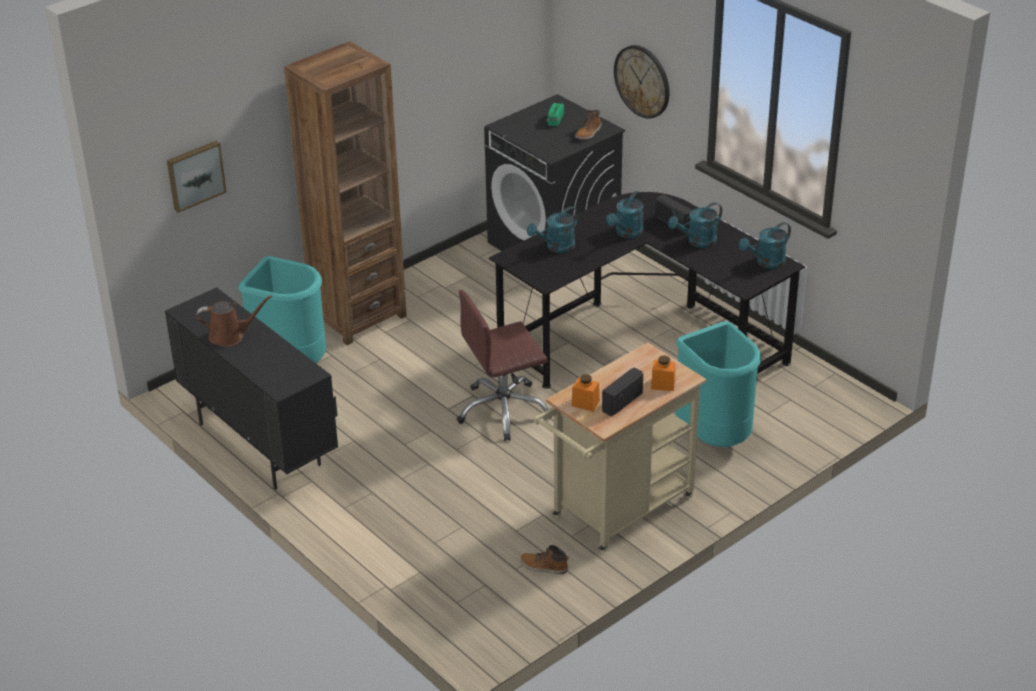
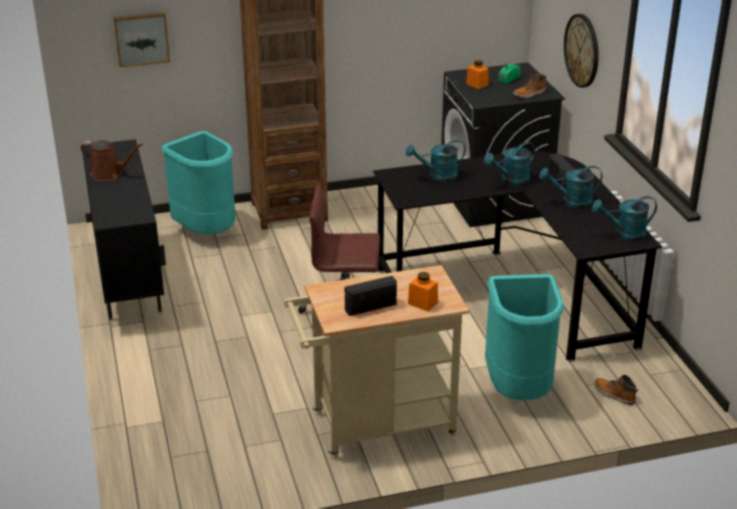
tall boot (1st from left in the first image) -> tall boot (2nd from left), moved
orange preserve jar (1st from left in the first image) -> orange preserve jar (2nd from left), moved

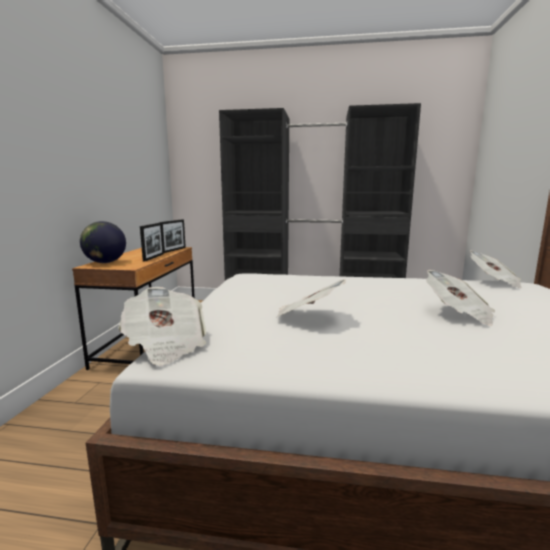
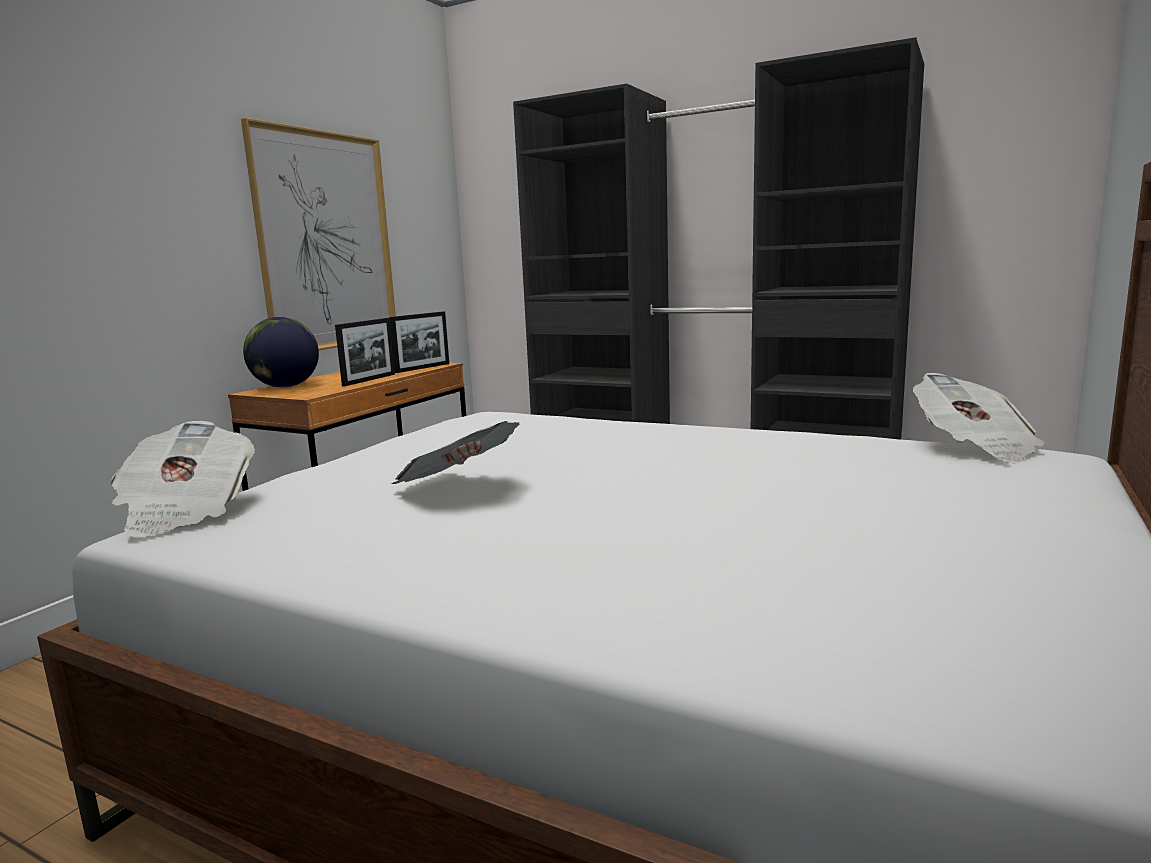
daily paper (3rd from left) -> none
none -> picture

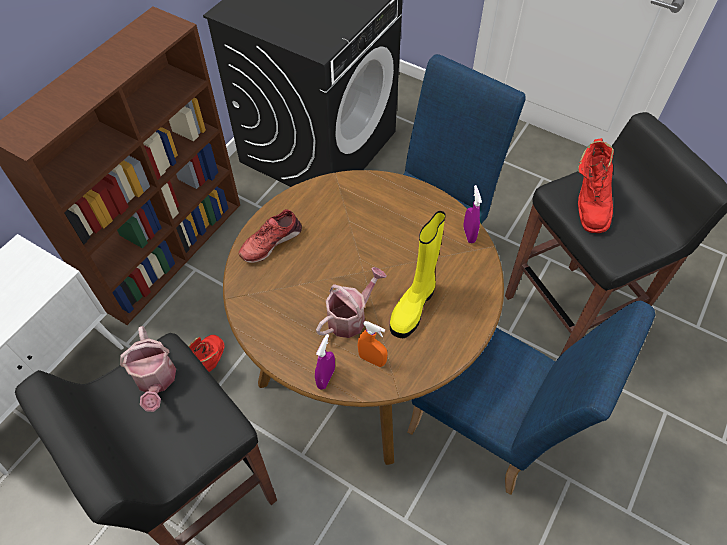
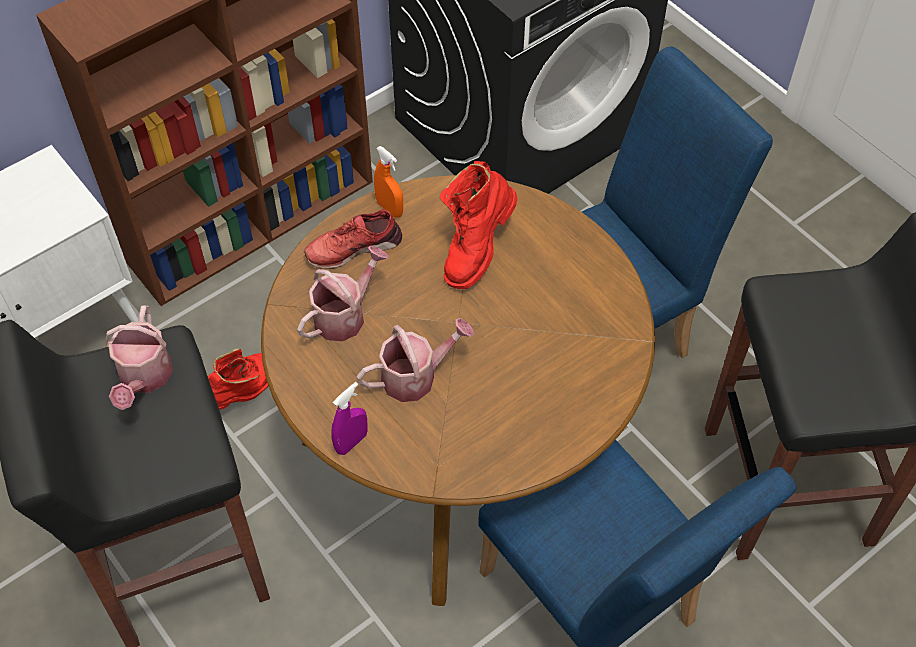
yellow tall boot -> none
purple hand sprayer (2nd from left) -> none
none -> watering pot (2nd from left)
orange hand sprayer, moved
red-coloured tall boot (2nd from left), moved

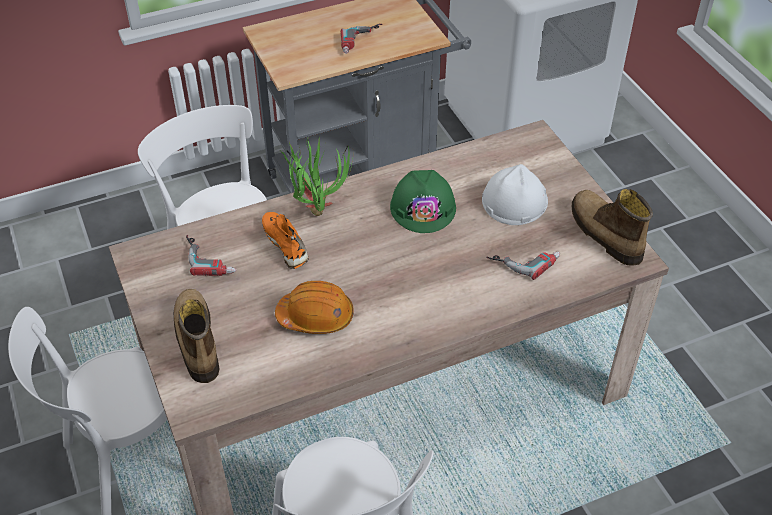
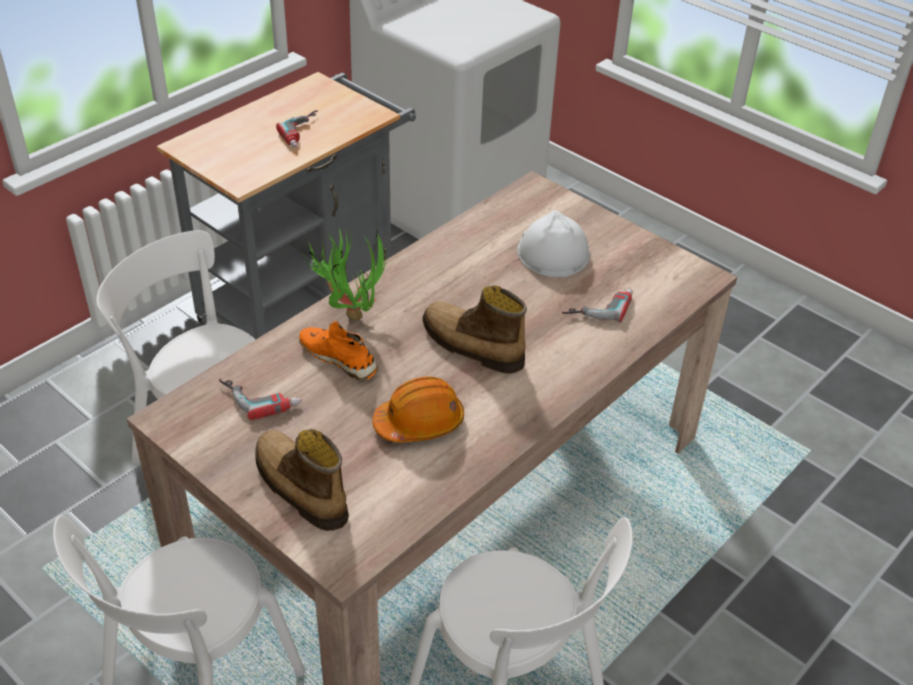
greenish safety helmet -> none
tall boot (2nd from left), moved

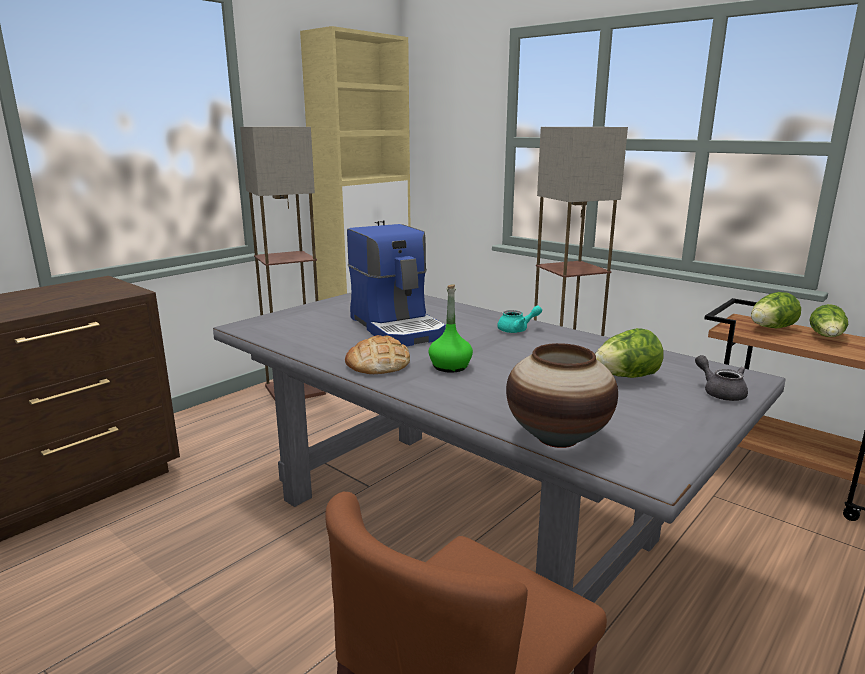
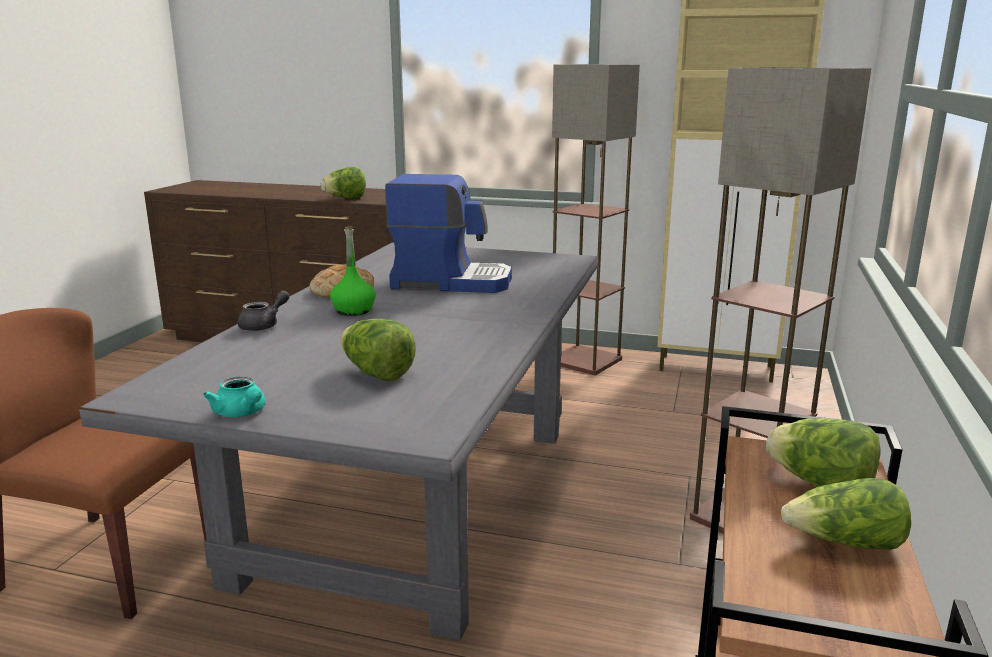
decorative vase -> none
none -> lettuce head (1st from left)
turquoise teapot, moved
greyish teapot, moved
coffee brewer, 120 degrees counterclockwise

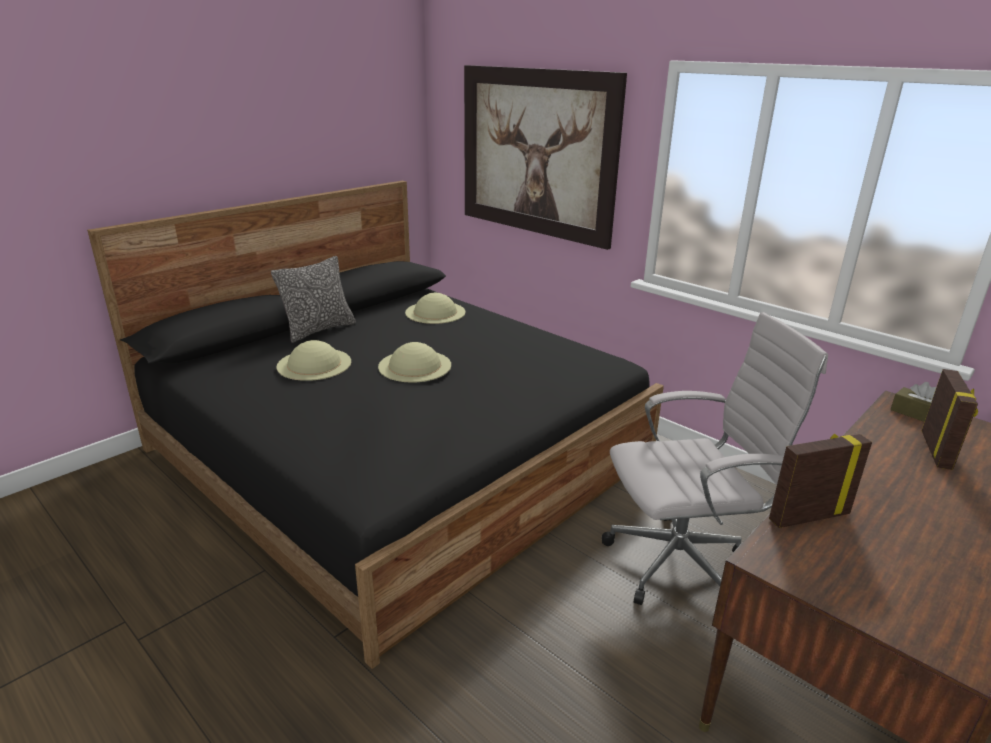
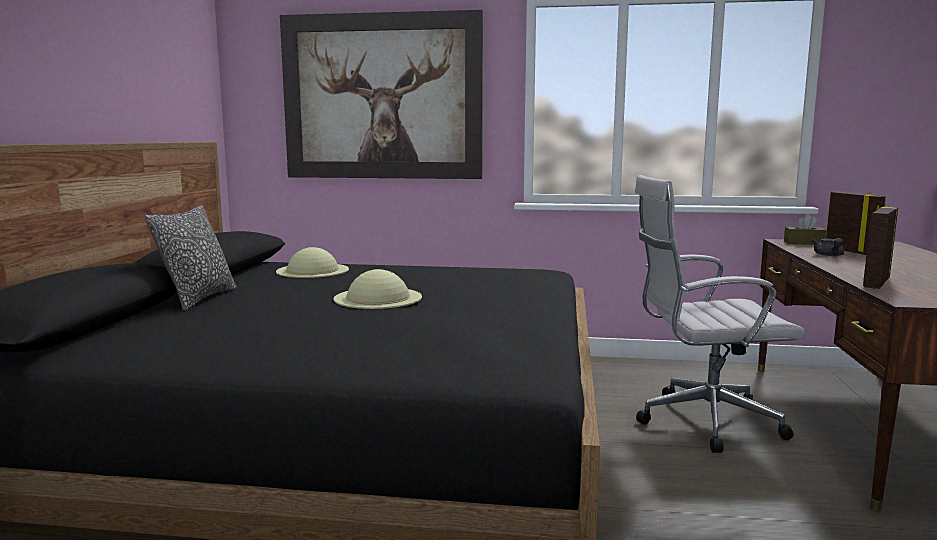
beige-coloured clothing hat (1st from left) -> none
none -> greyish teapot
white-coloured office chair, 135 degrees counterclockwise

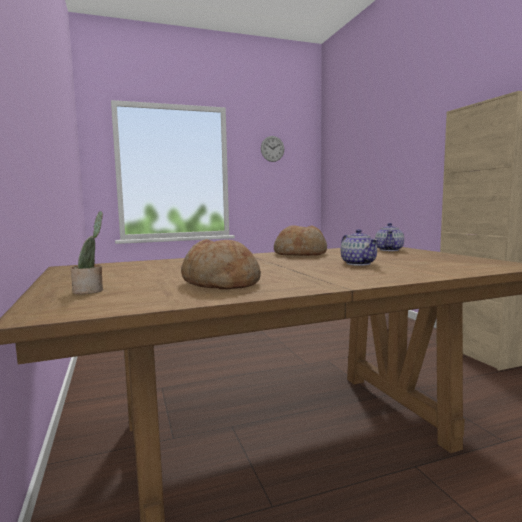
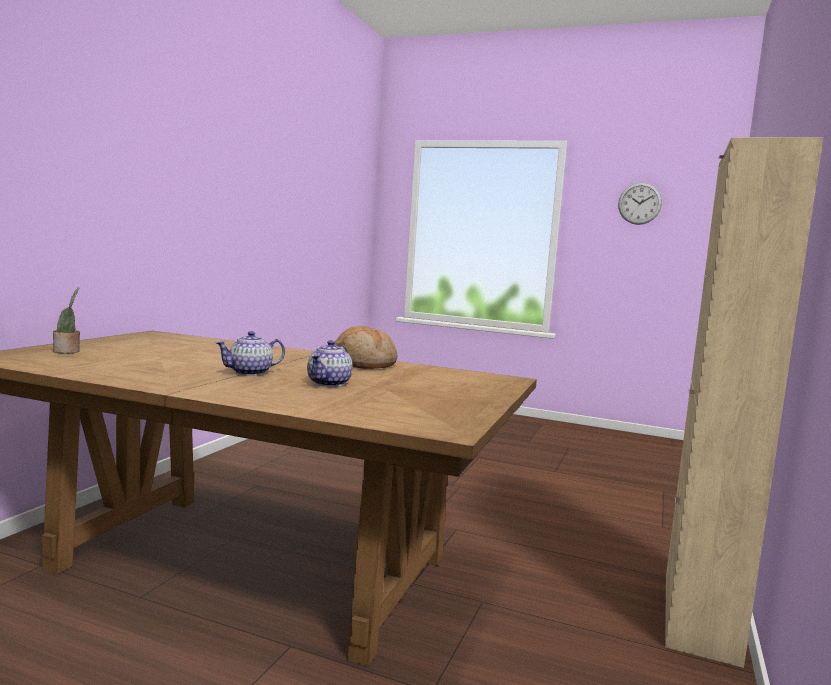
bread (1st from left) -> none
teapot (2nd from left in the first image) -> teapot (1st from left), moved

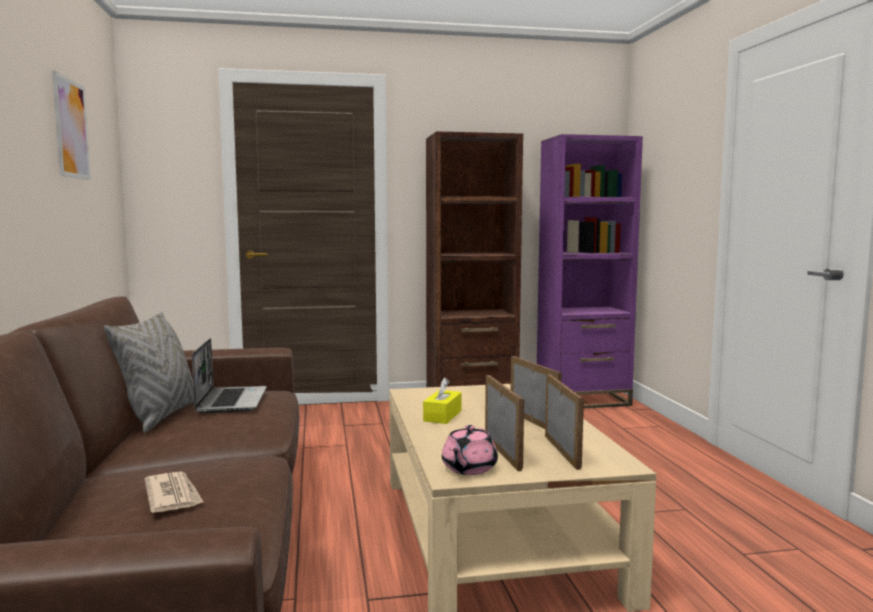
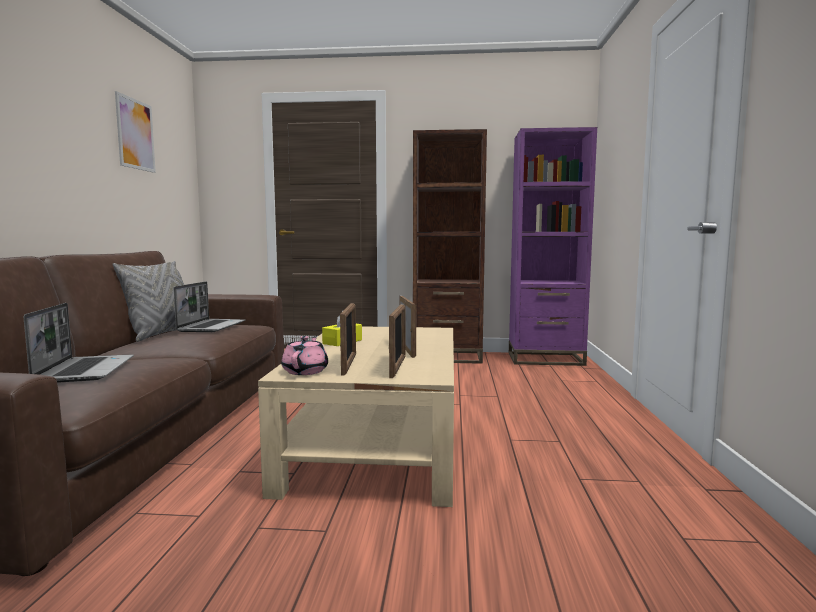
daily paper -> laptop (1st from left)
pink-coloured teapot, 150 degrees clockwise

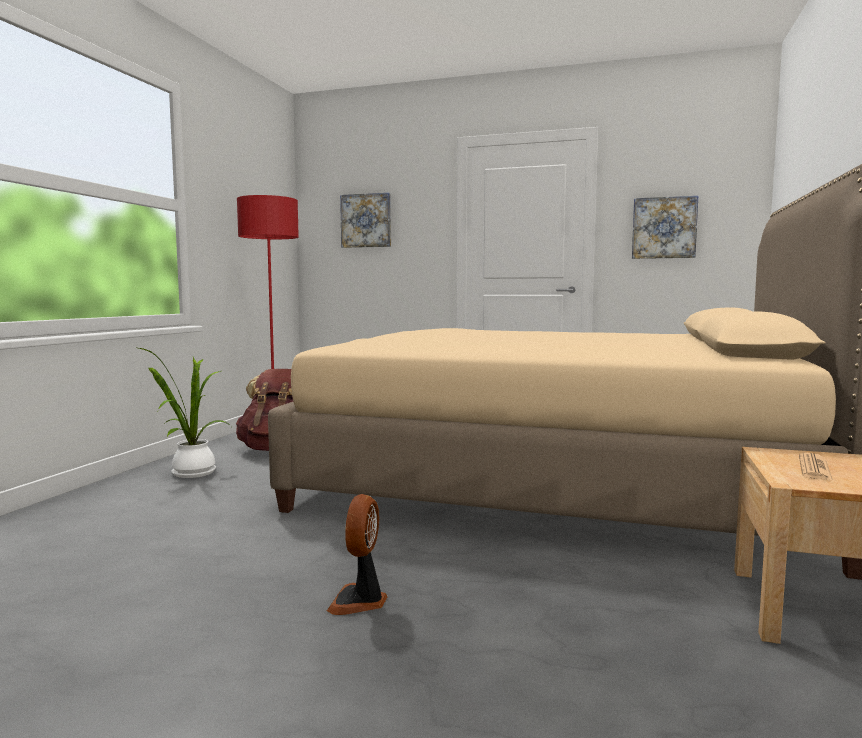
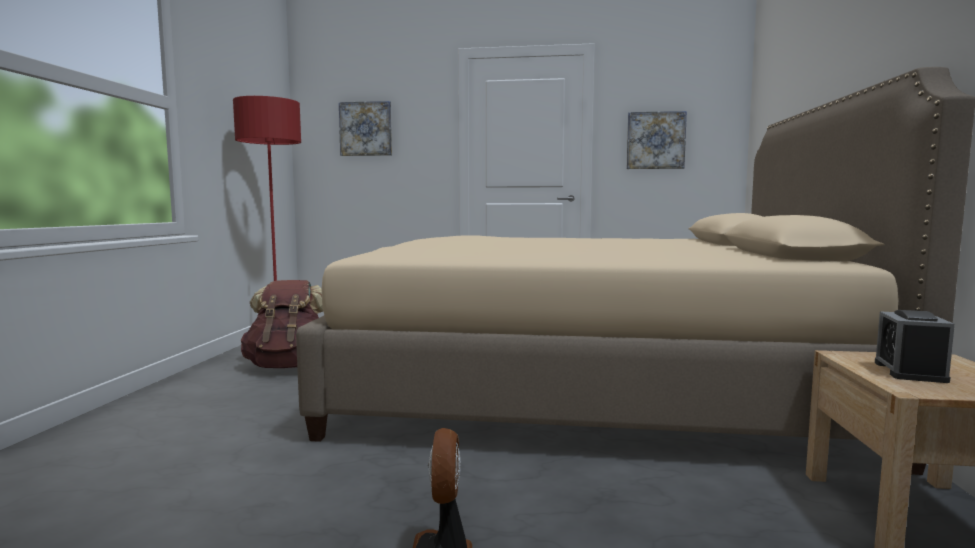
houseplant -> none
daily paper -> table clock

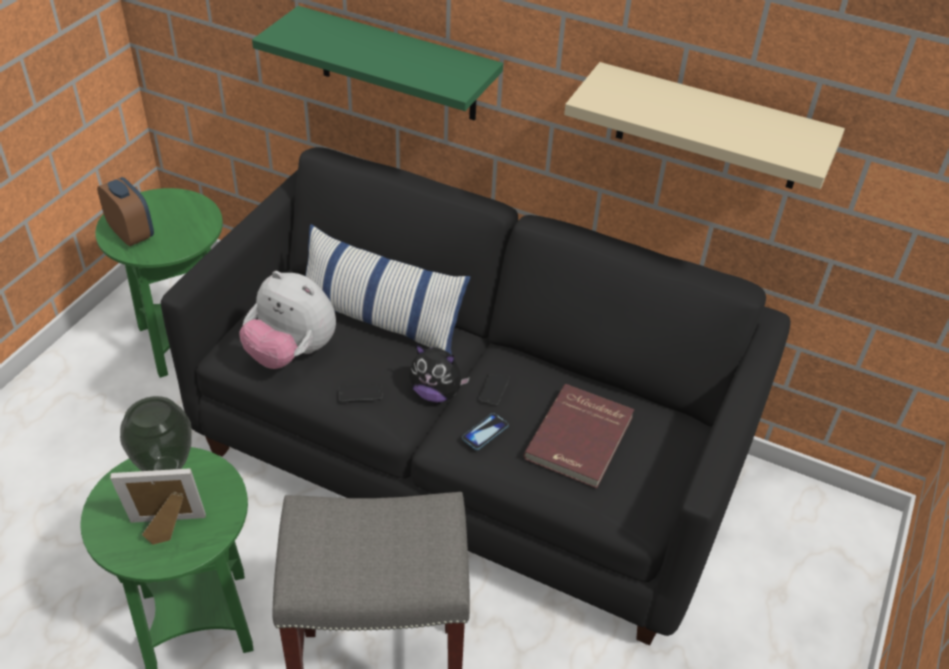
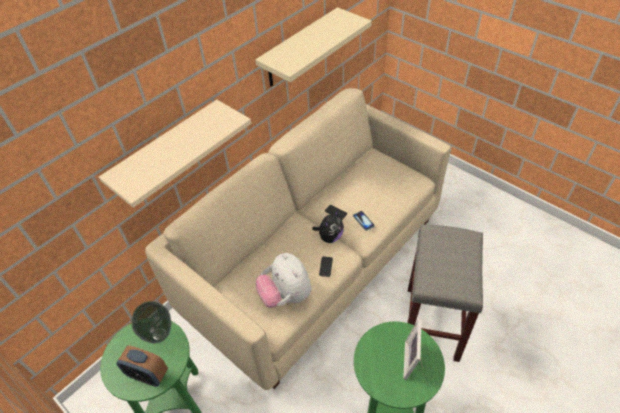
throw pillow -> none
red-coloured book -> none
decorative vase, moved
black-coloured settee -> beige-coloured settee
greenish shelf -> beige-coloured shelf (1st from left)
table clock, 135 degrees counterclockwise
soft toy (1st from left), 105 degrees clockwise

